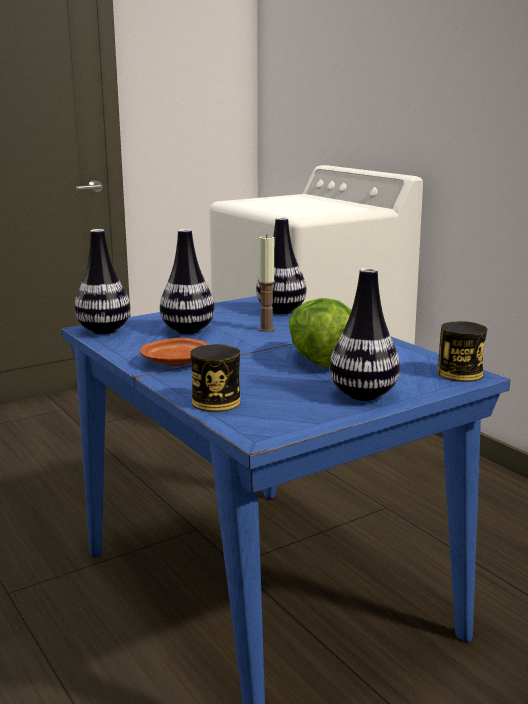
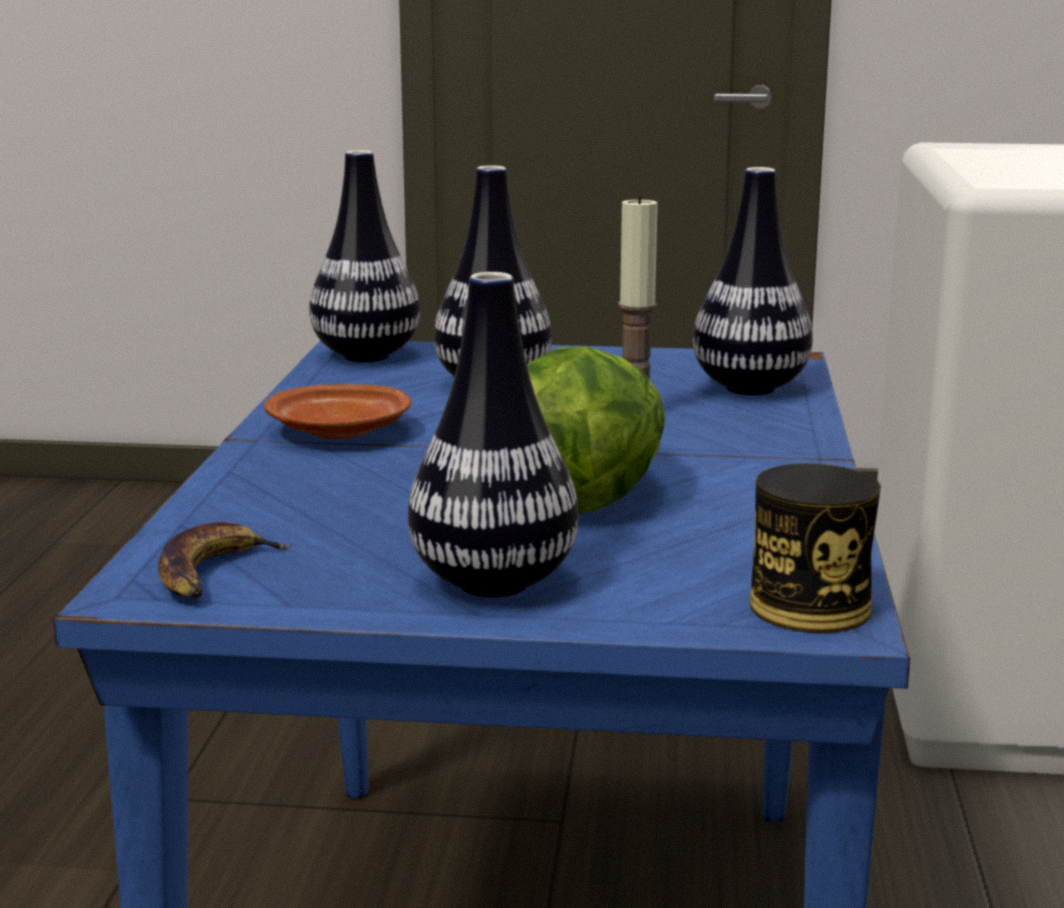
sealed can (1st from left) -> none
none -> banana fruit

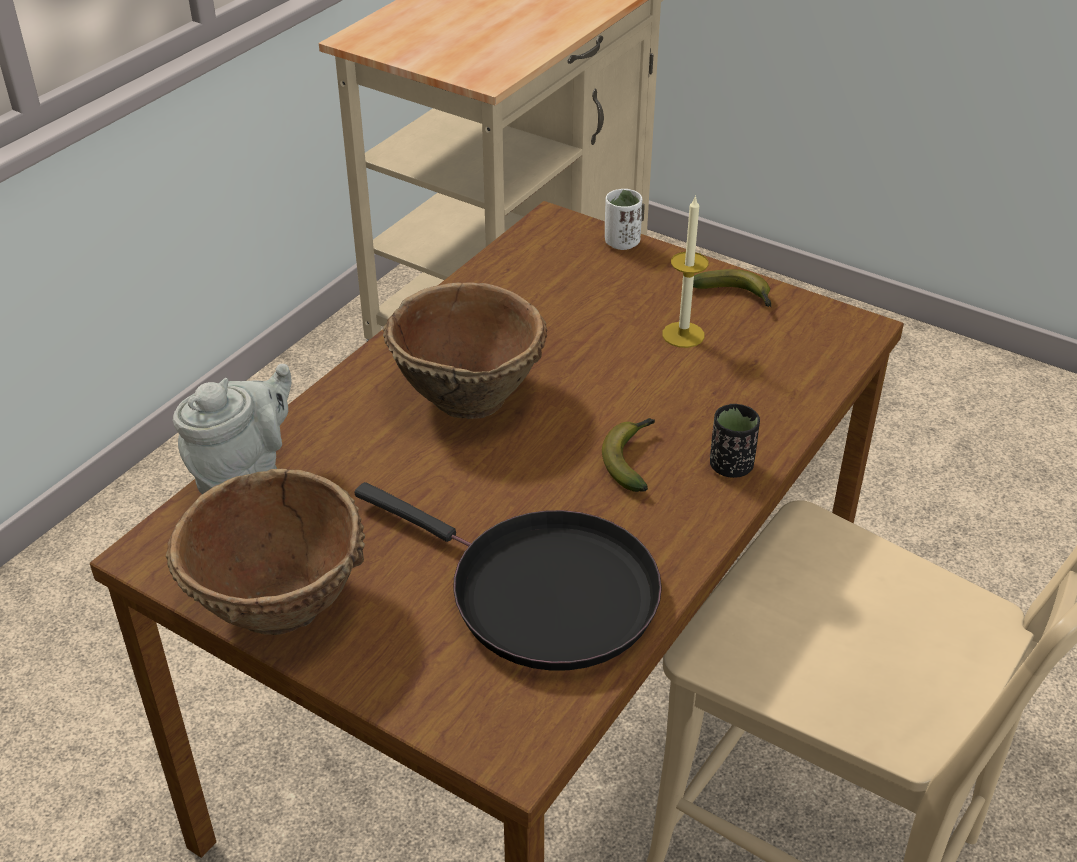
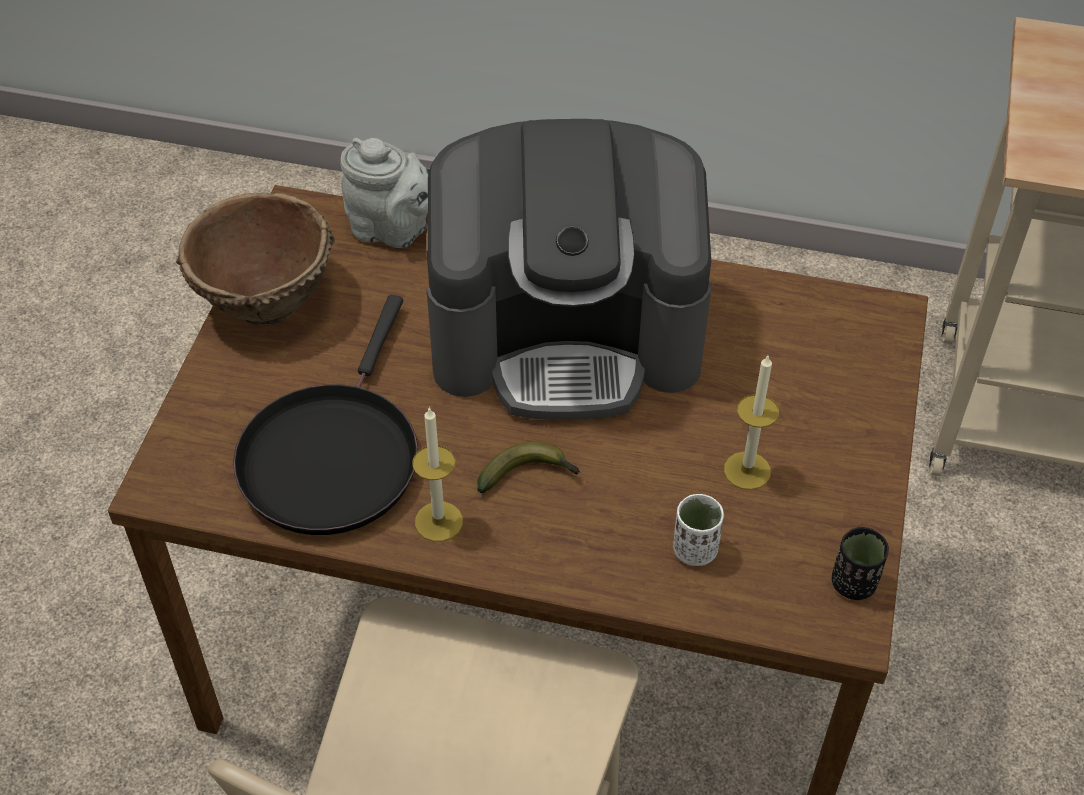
banana fruit (2nd from left) -> none
none -> wax candle (1st from left)
white-coloured cup, moved
black-coloured cup, moved
brown deep dish (2nd from left) -> coffee brewer

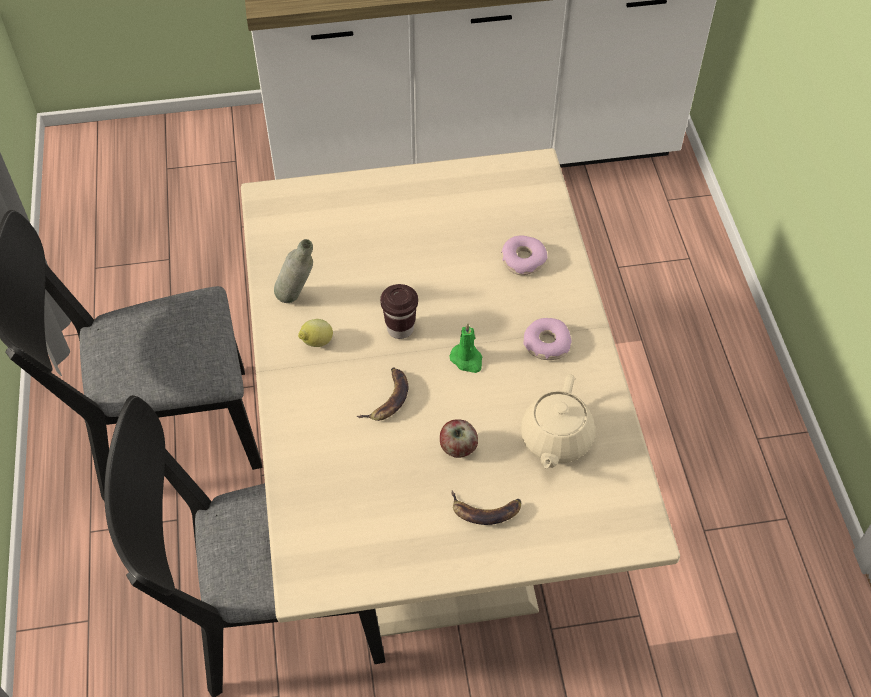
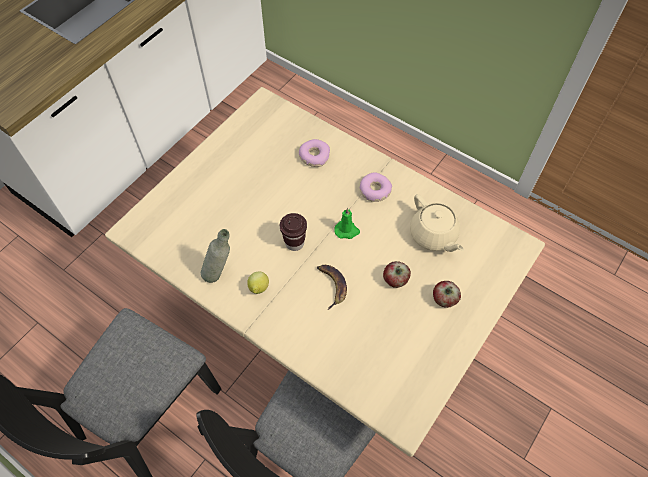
banana fruit (2nd from left) -> apple fruit (2nd from left)

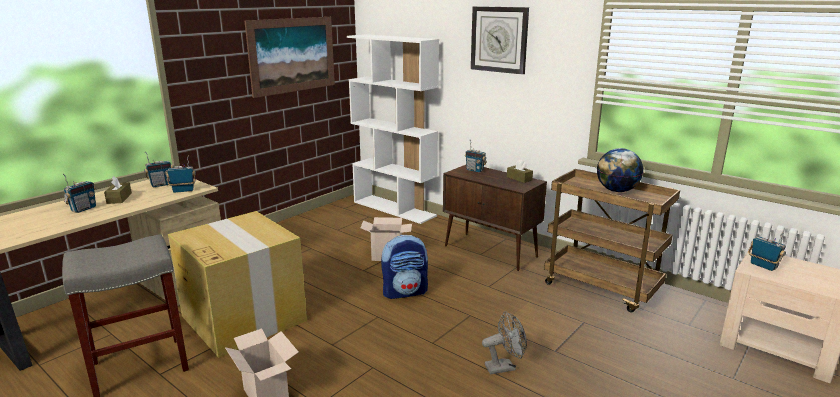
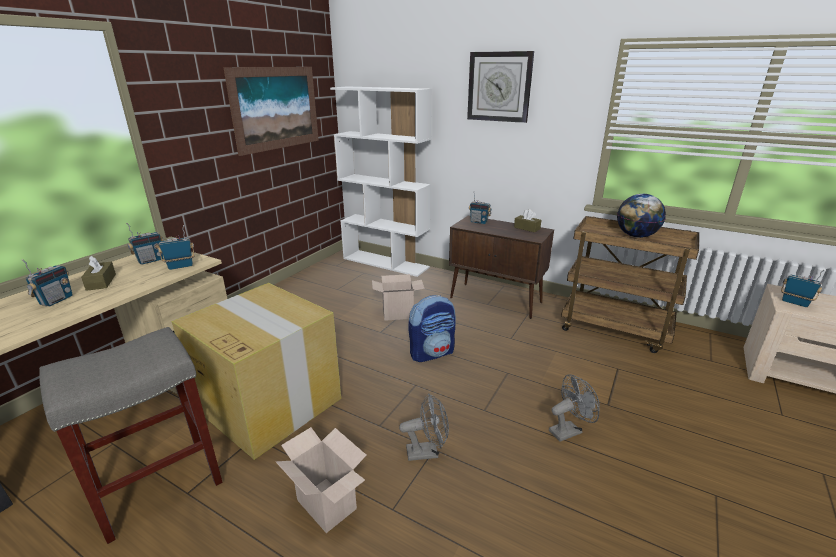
none -> greyish electric fan (1st from left)

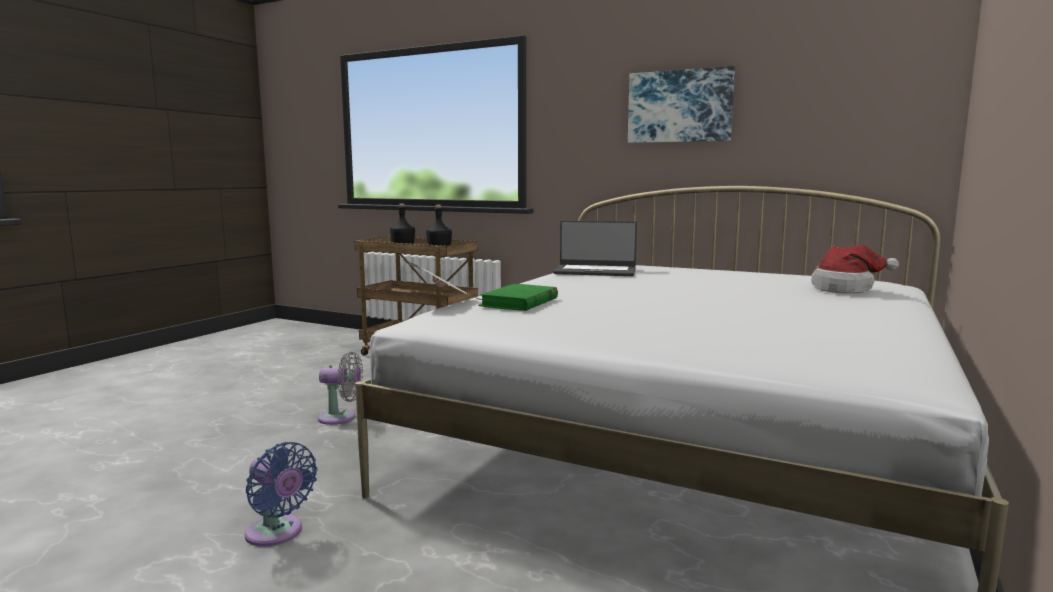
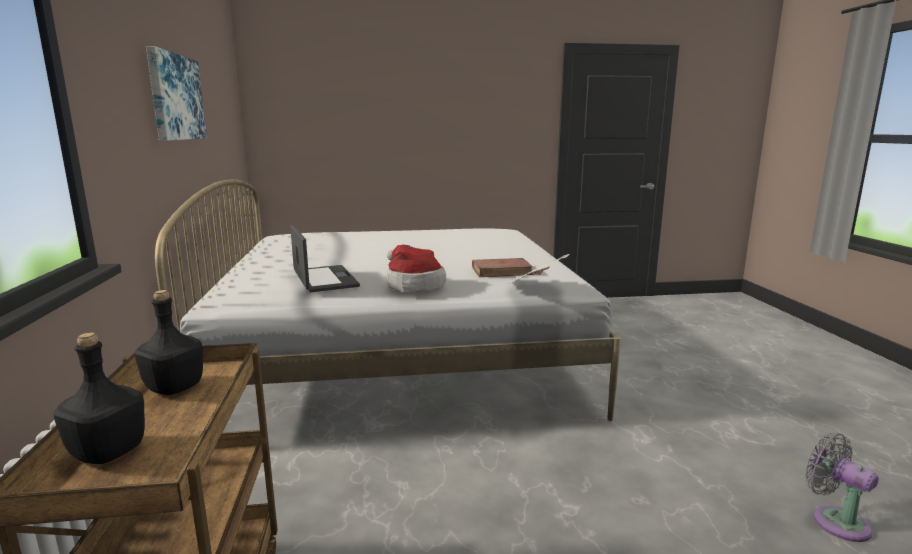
blue-coloured electric fan -> none
greyish electric fan, moved
clothing hat, moved
greenish book -> brown book

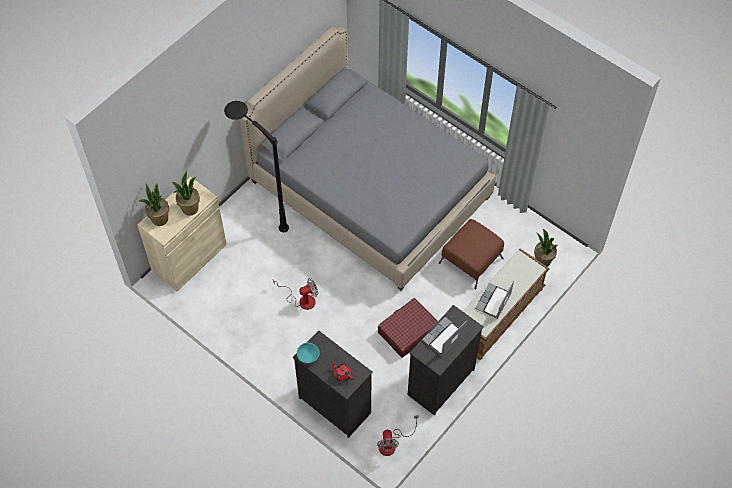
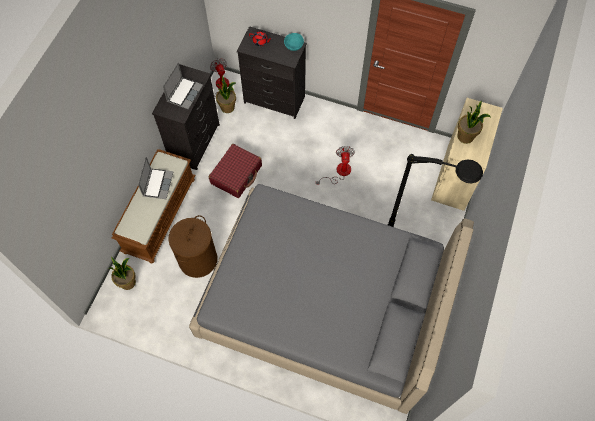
houseplant (1st from left in the first image) -> houseplant (2nd from left), moved
brown footrest -> brown hamper
electric fan (1st from left in the first image) -> electric fan (2nd from left), 135 degrees clockwise

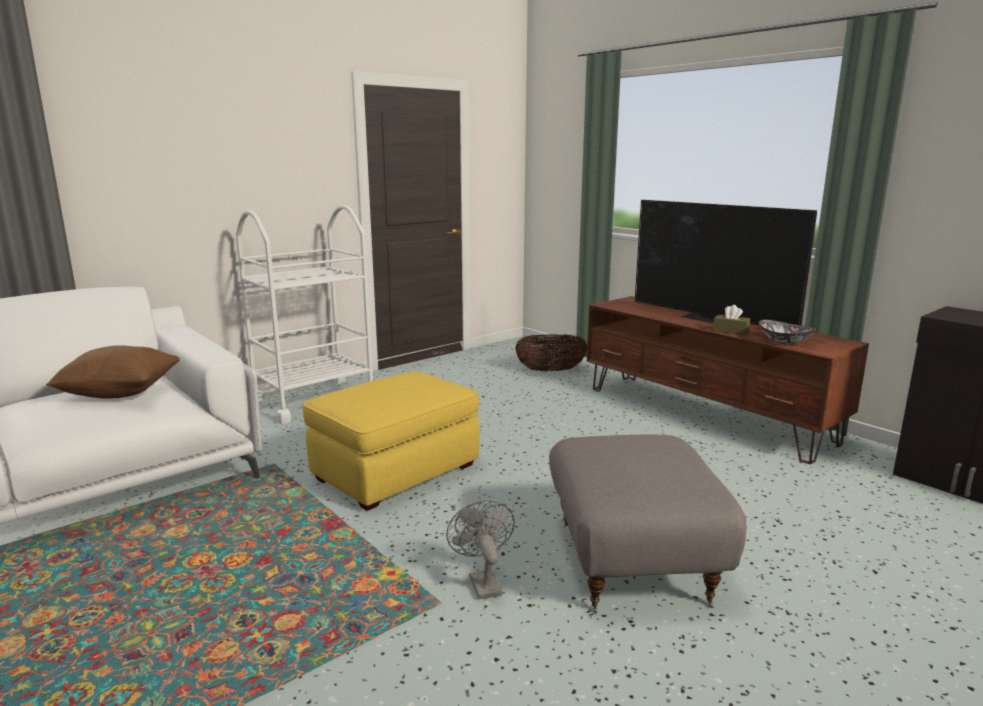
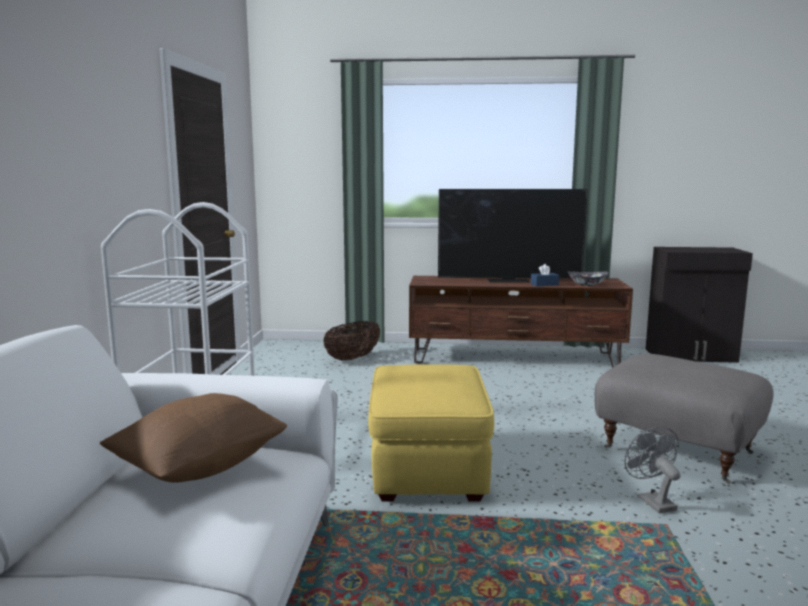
brown tissue holder -> blue-coloured tissue holder
greyish electric fan, 45 degrees clockwise

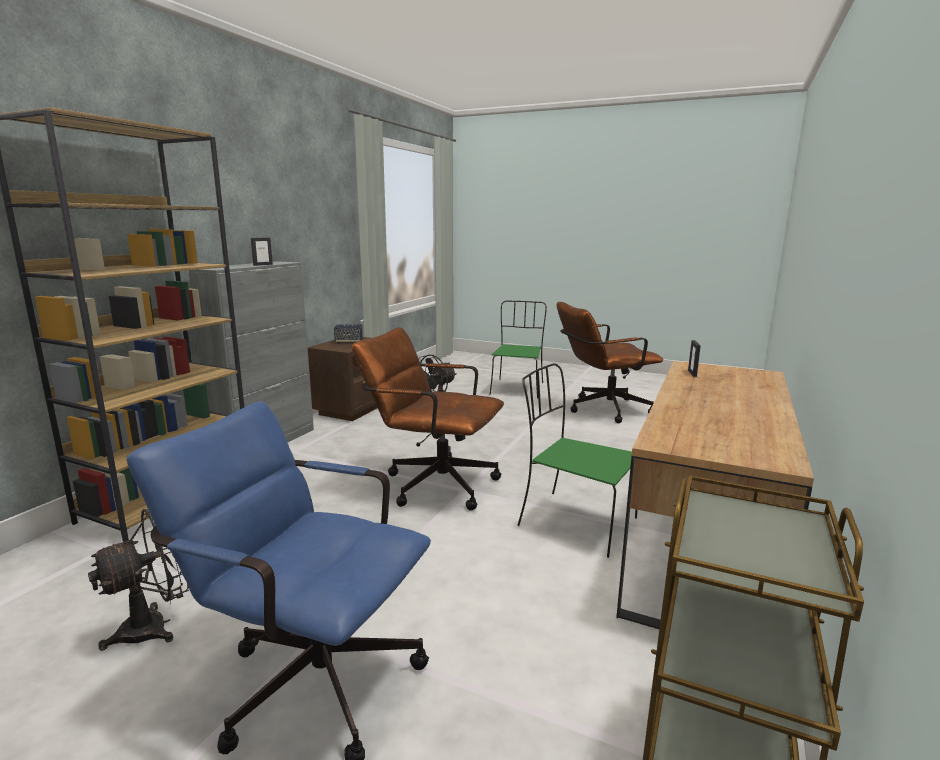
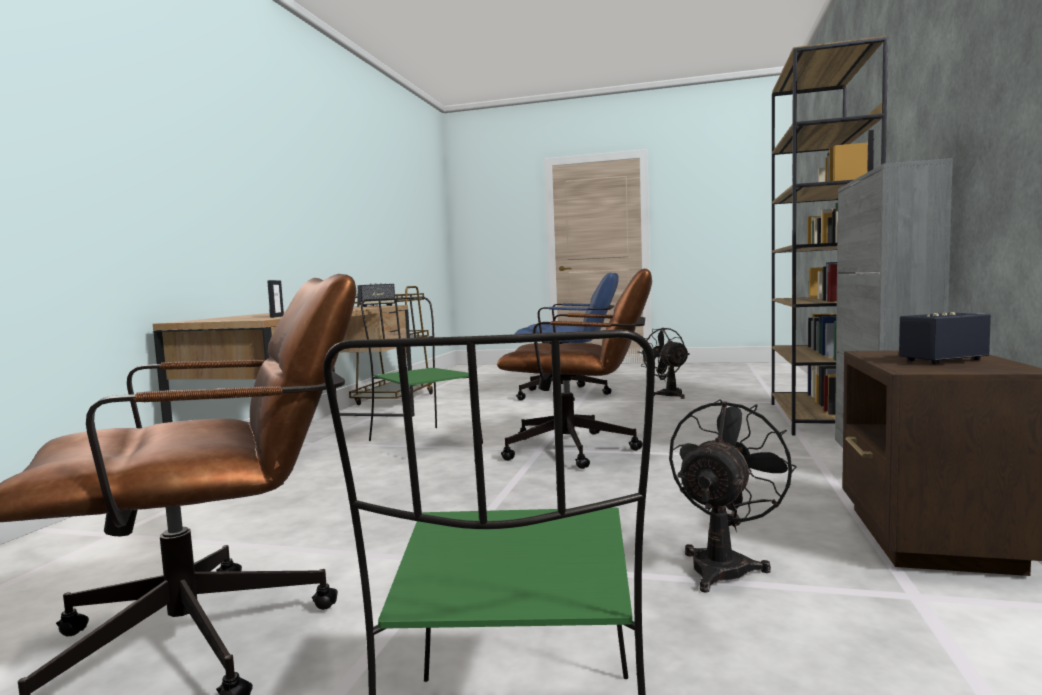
none -> speaker (1st from left)
black-coloured electric fan (1st from left), 120 degrees clockwise
greenish plain chair (2nd from left in the first image) -> greenish plain chair (1st from left), 150 degrees counterclockwise

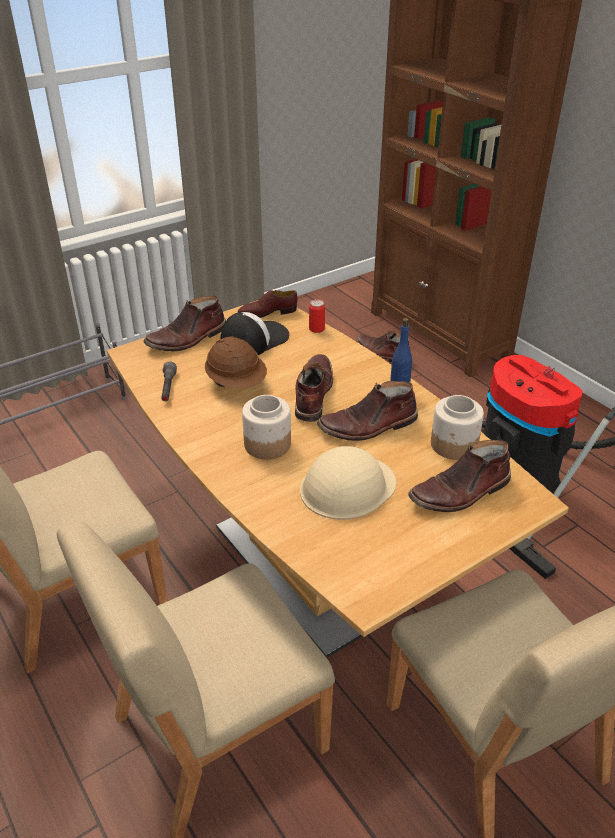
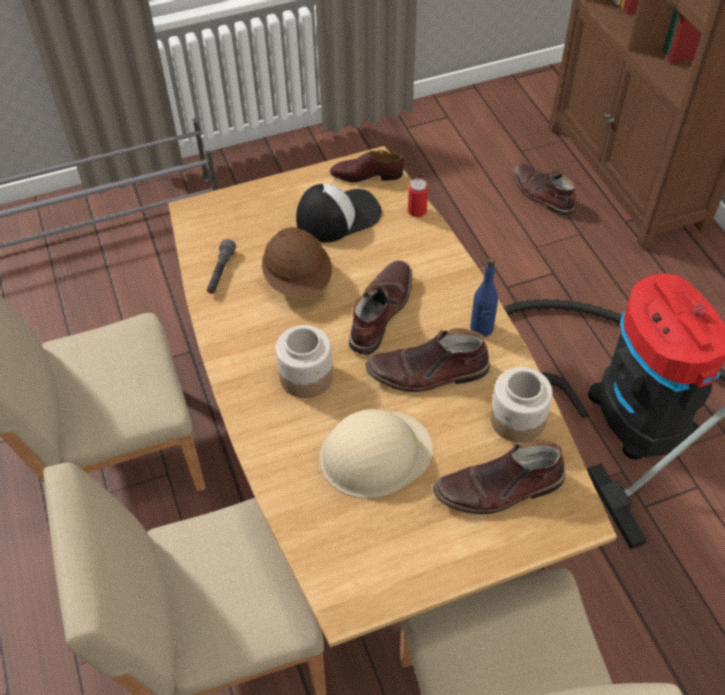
brown tall boot (1st from left) -> none

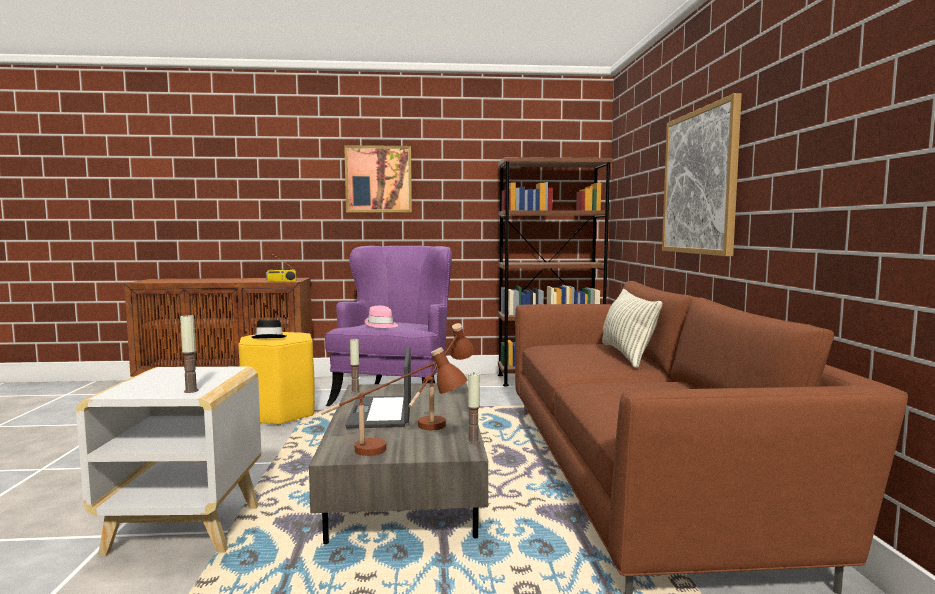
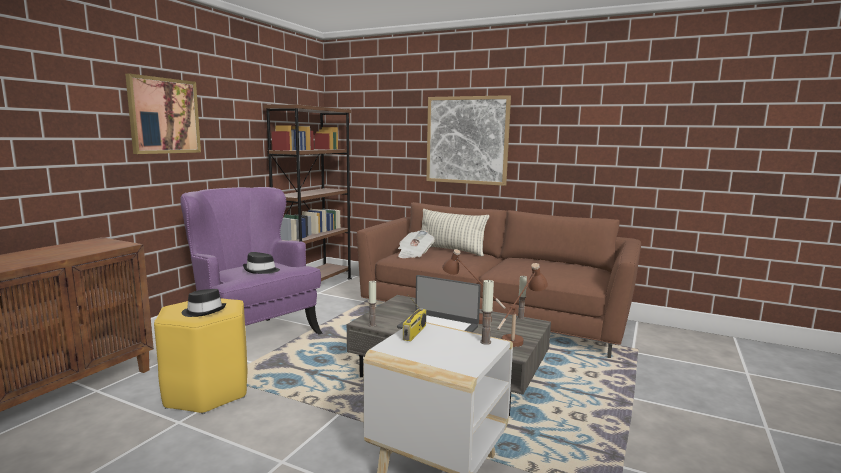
none -> daily paper
radio set, moved
pink-coloured clothing hat -> black-coloured clothing hat (2nd from left)

